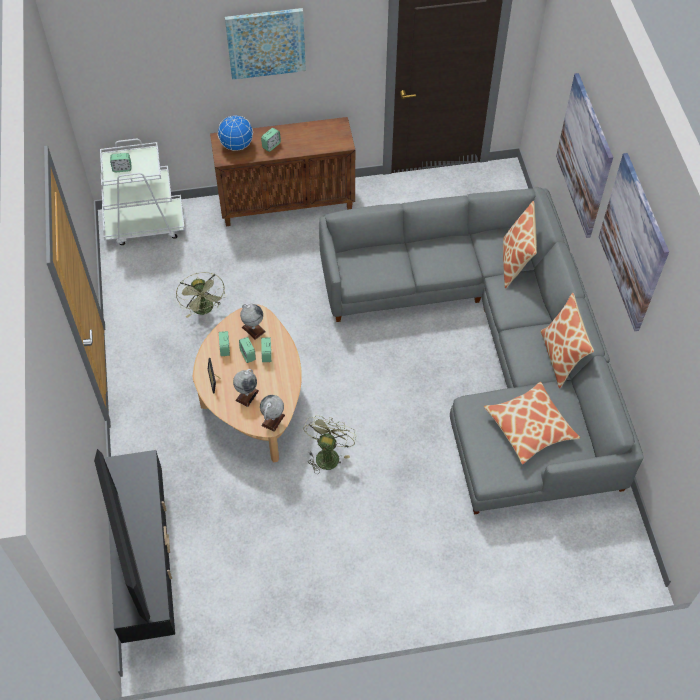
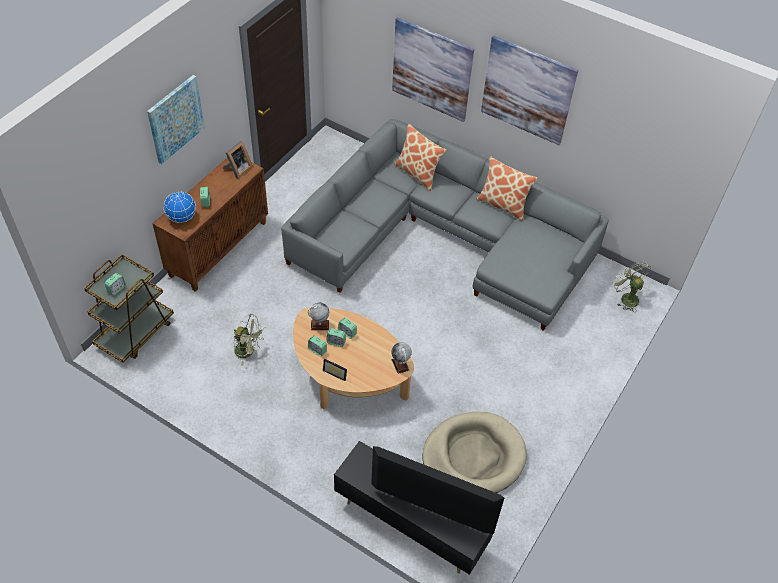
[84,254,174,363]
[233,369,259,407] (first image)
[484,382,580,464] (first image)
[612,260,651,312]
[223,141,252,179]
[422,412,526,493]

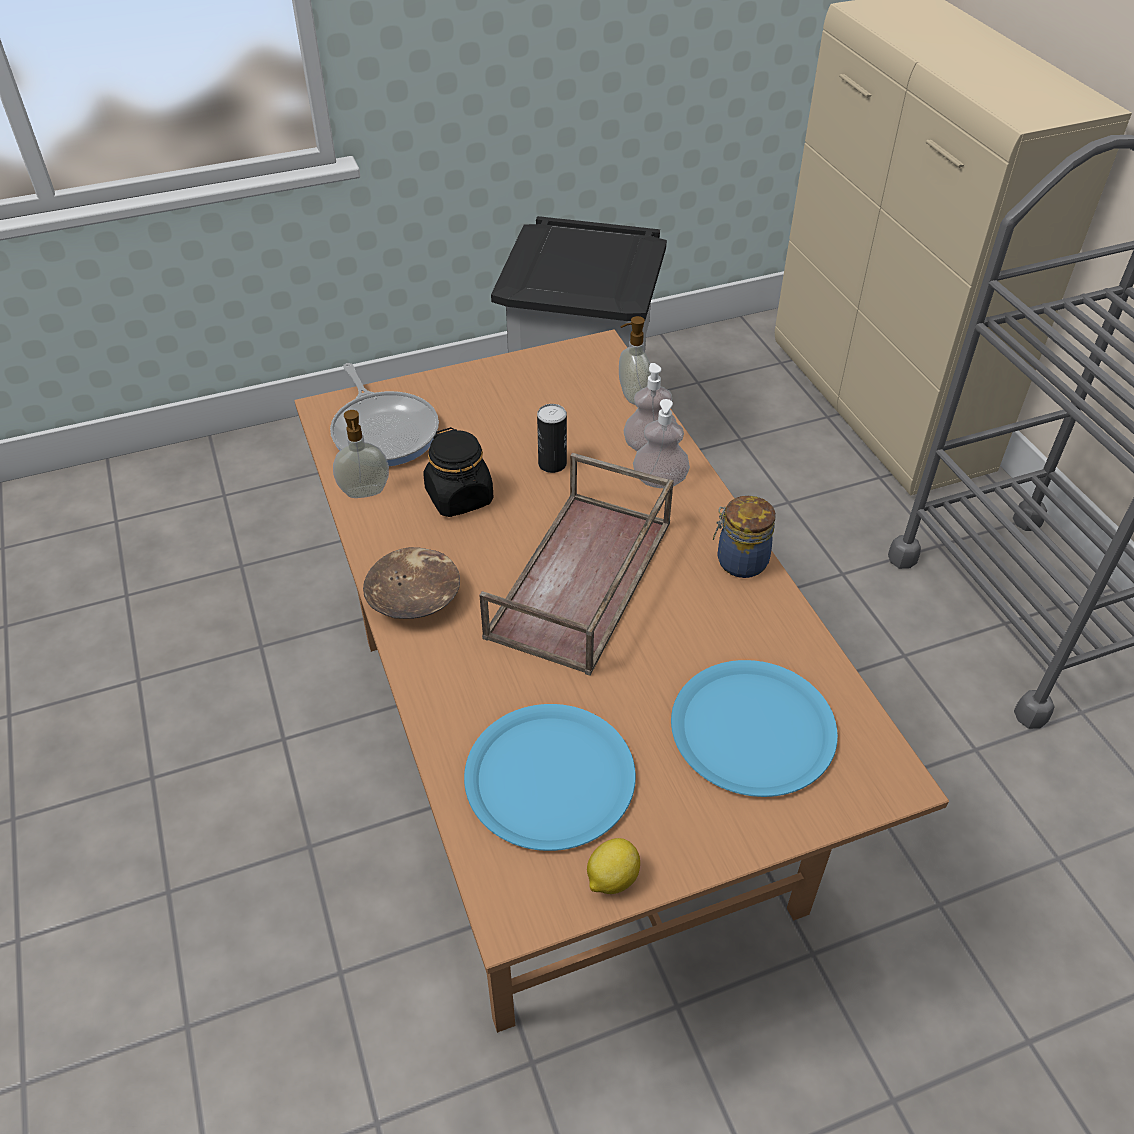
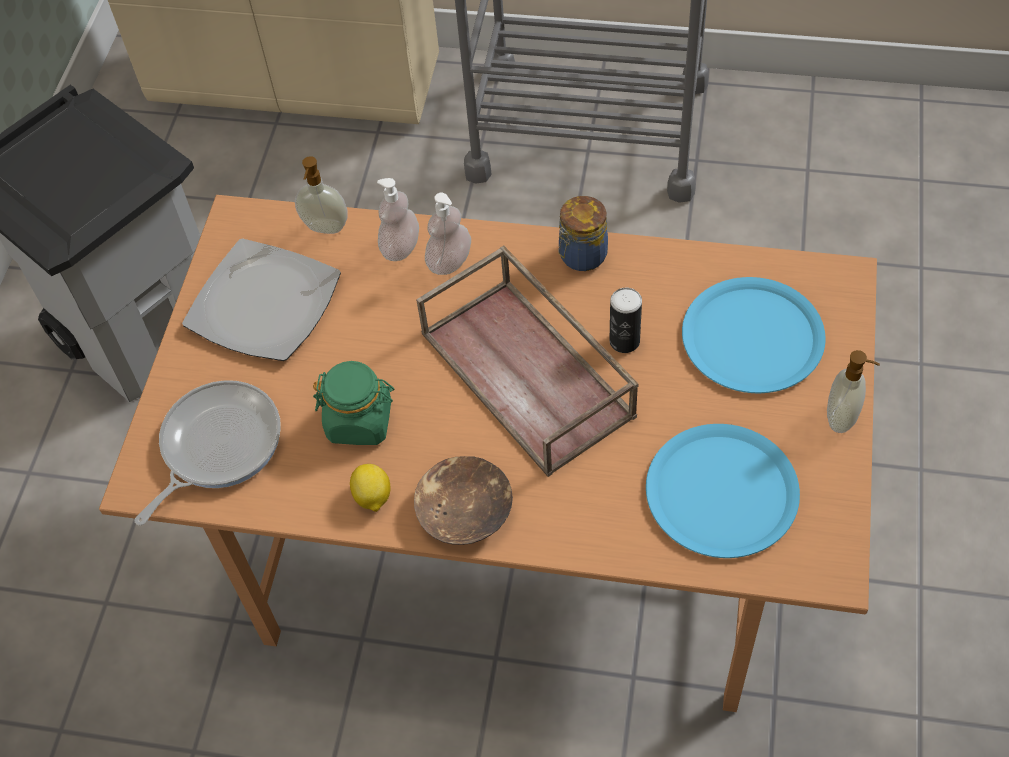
[134,380,281,526]
[609,287,642,353]
[827,350,880,433]
[313,361,394,445]
[350,464,390,512]
[182,238,341,361]

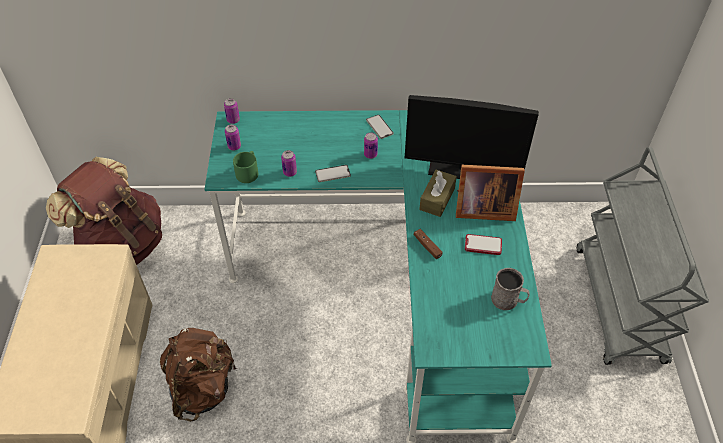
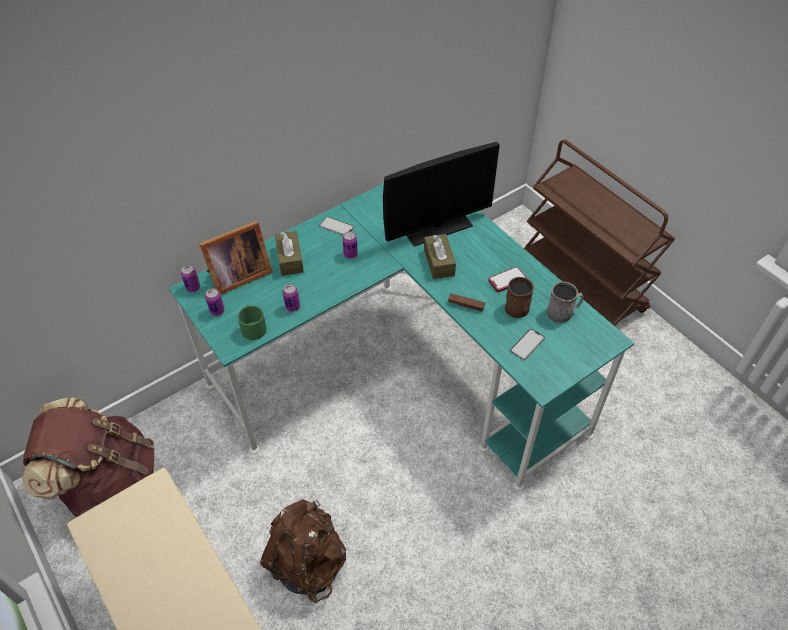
[524,139,675,326]
[510,329,545,360]
[199,221,273,294]
[274,231,304,276]
[505,277,534,318]

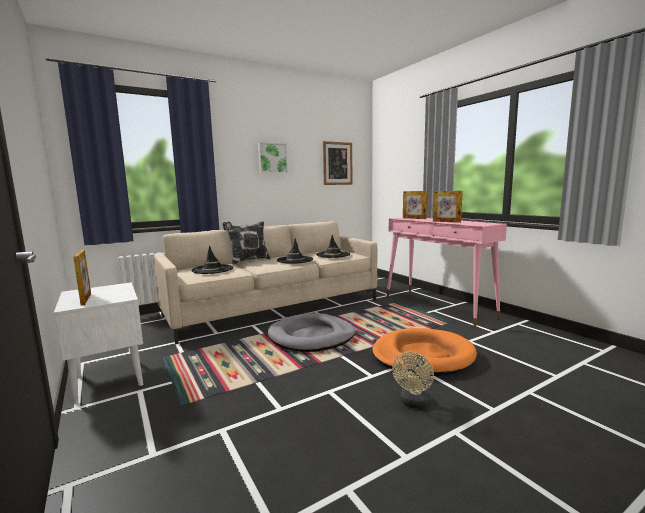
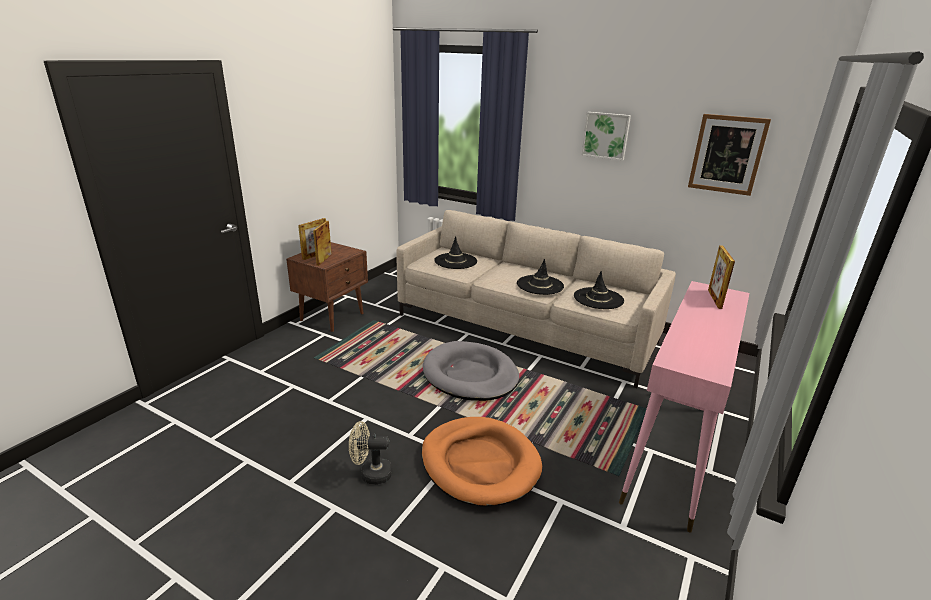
[313,221,332,266]
[223,221,271,265] (first image)
[286,242,368,332]

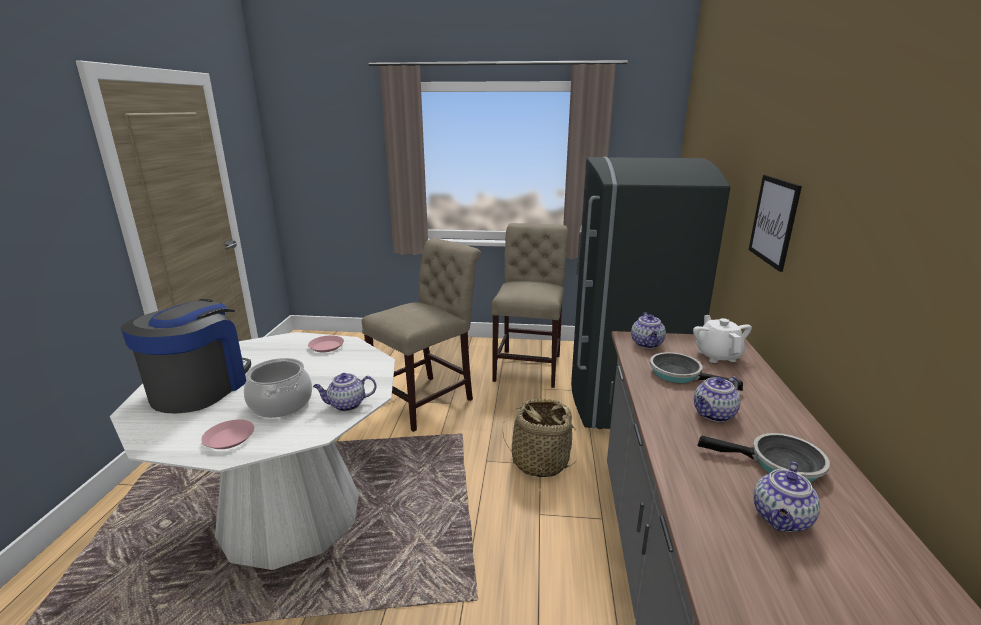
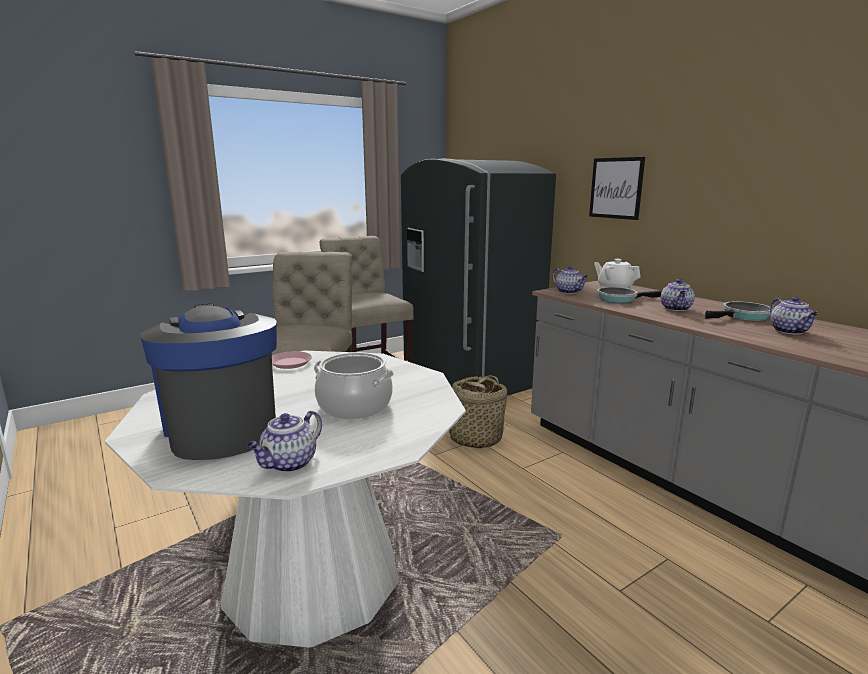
[247,411,322,472]
[201,420,254,449] (first image)

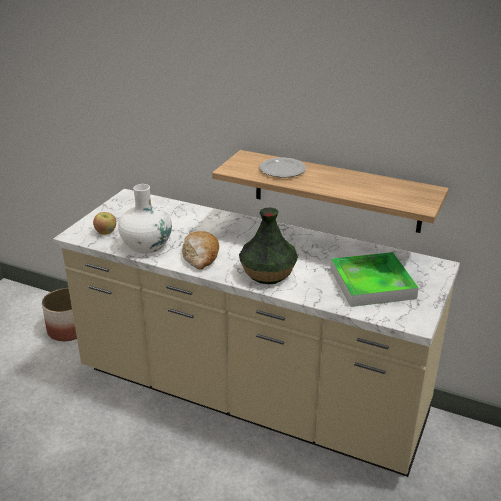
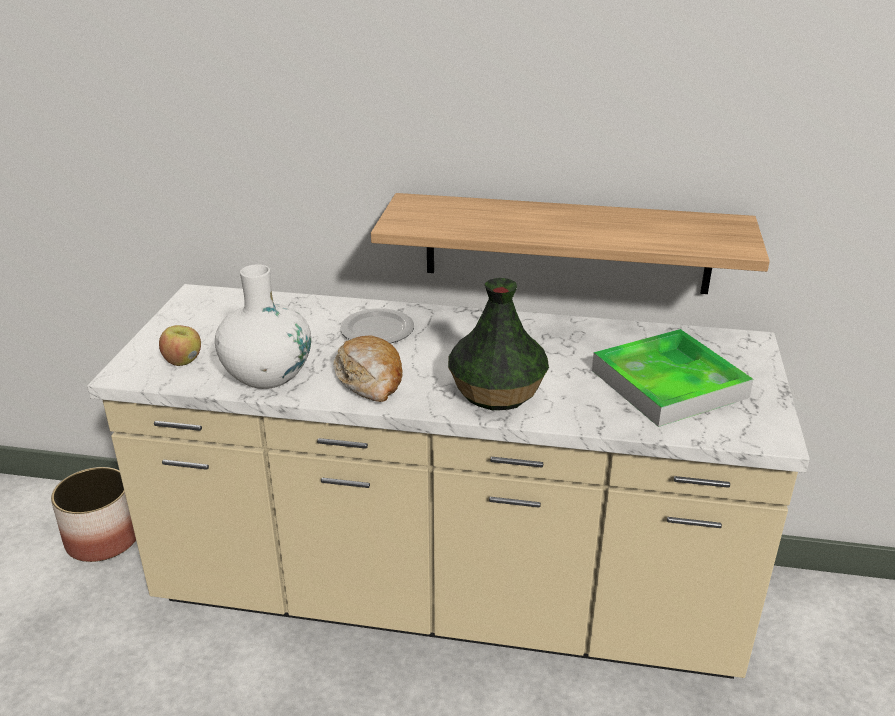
[340,308,414,344]

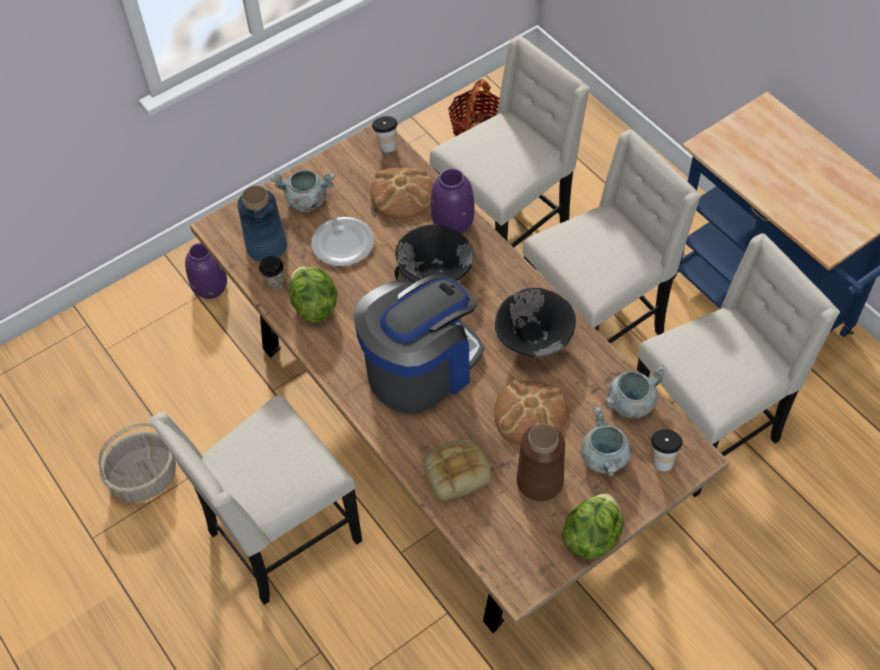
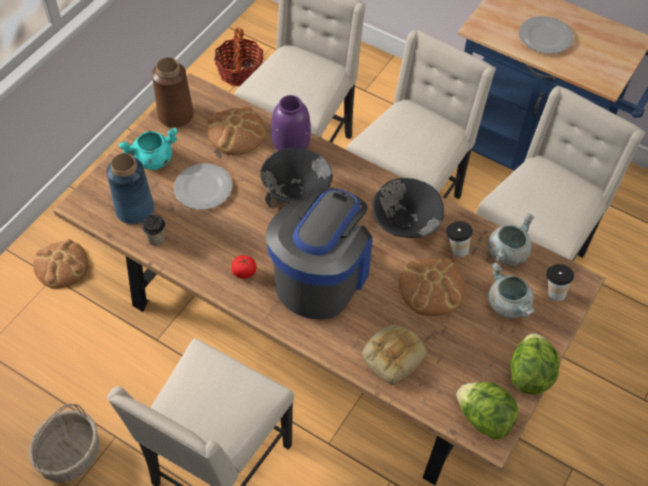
[446,221,473,257]
[119,127,178,170]
[33,239,88,289]
[456,382,518,440]
[152,57,194,128]
[519,16,573,54]
[231,255,257,279]

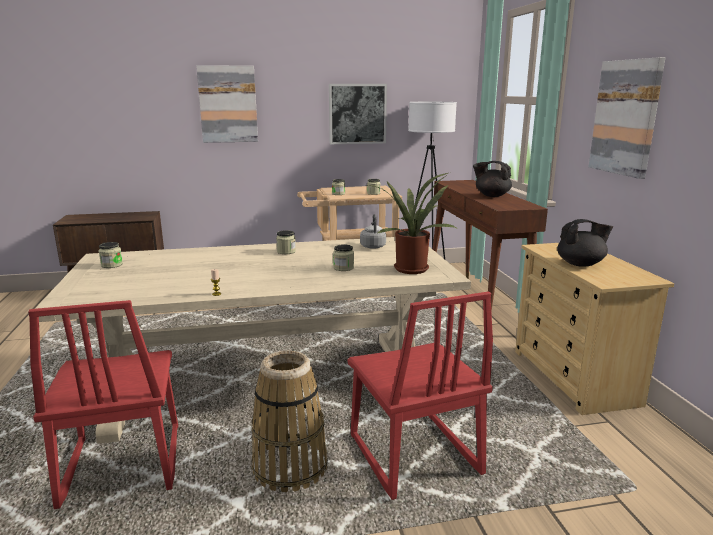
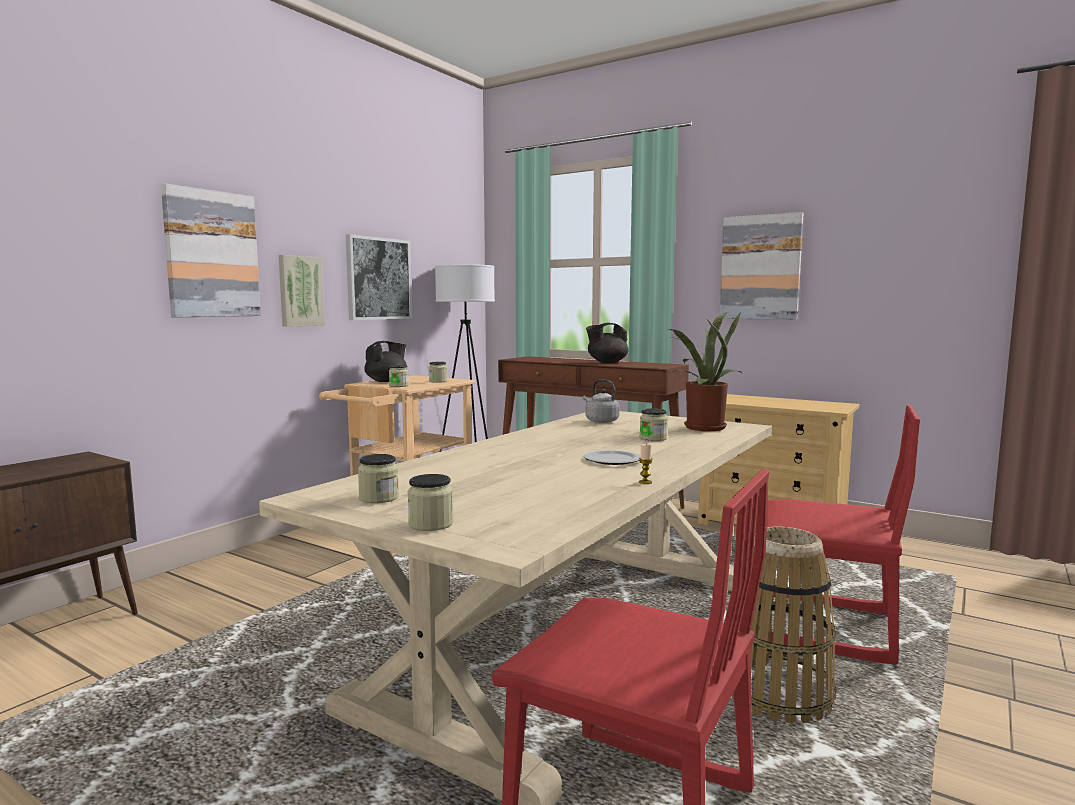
[364,341,407,382]
[407,474,453,531]
[279,255,325,327]
[584,450,641,465]

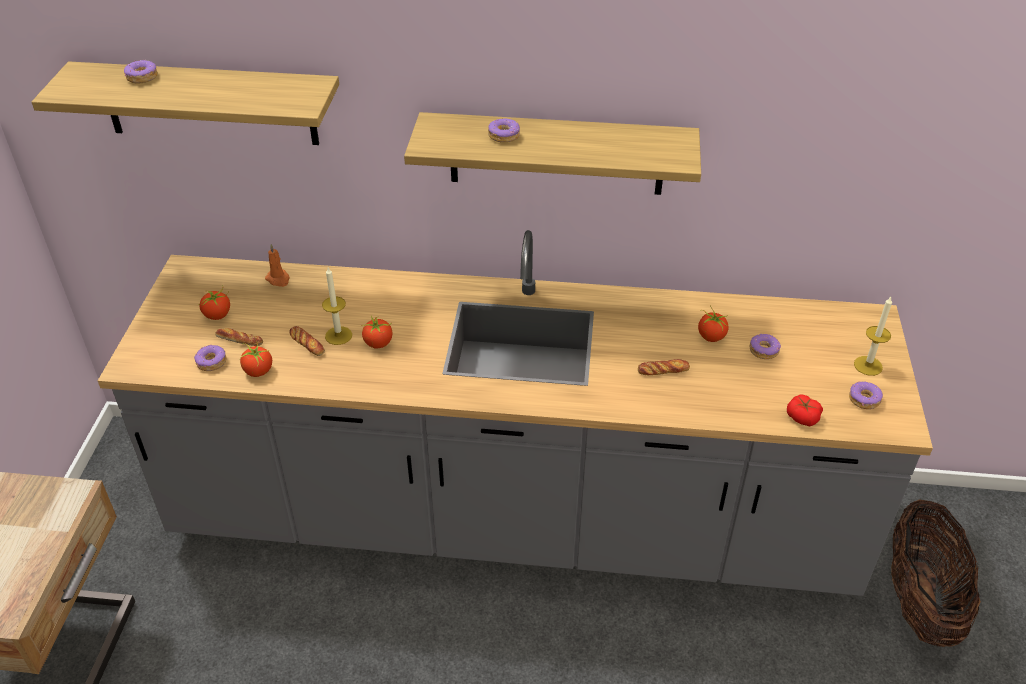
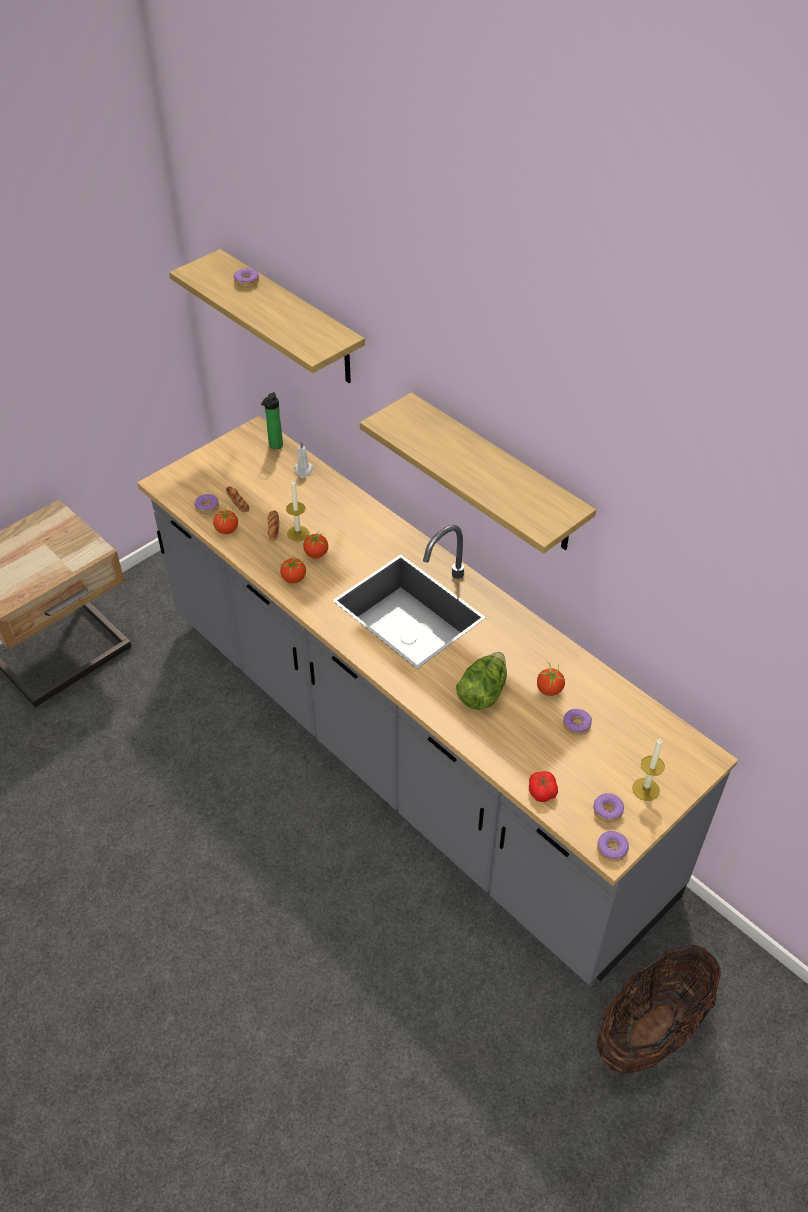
[597,831,629,862]
[295,442,313,478]
[279,555,306,584]
[456,652,507,710]
[261,392,283,449]

